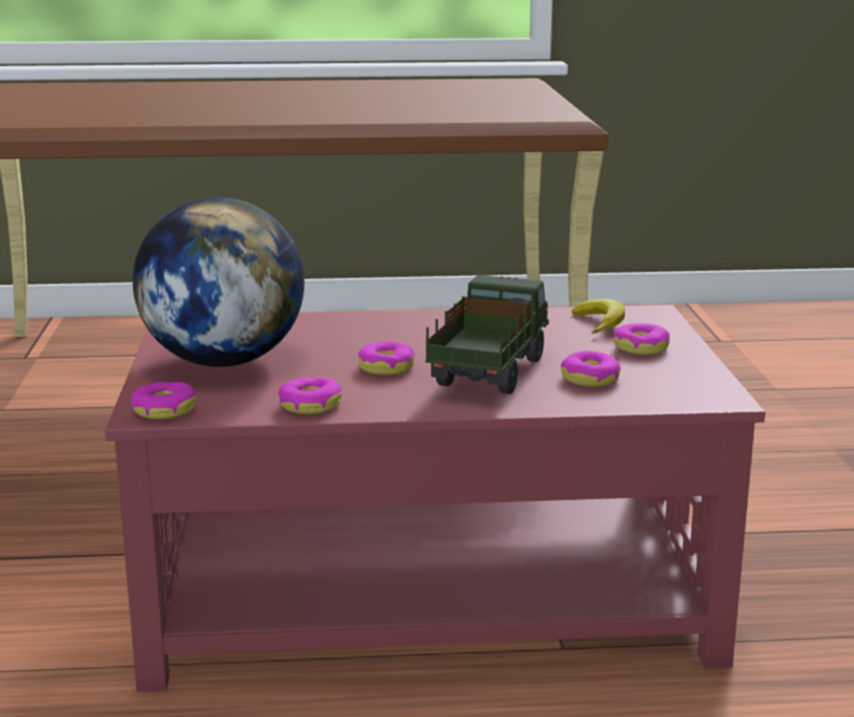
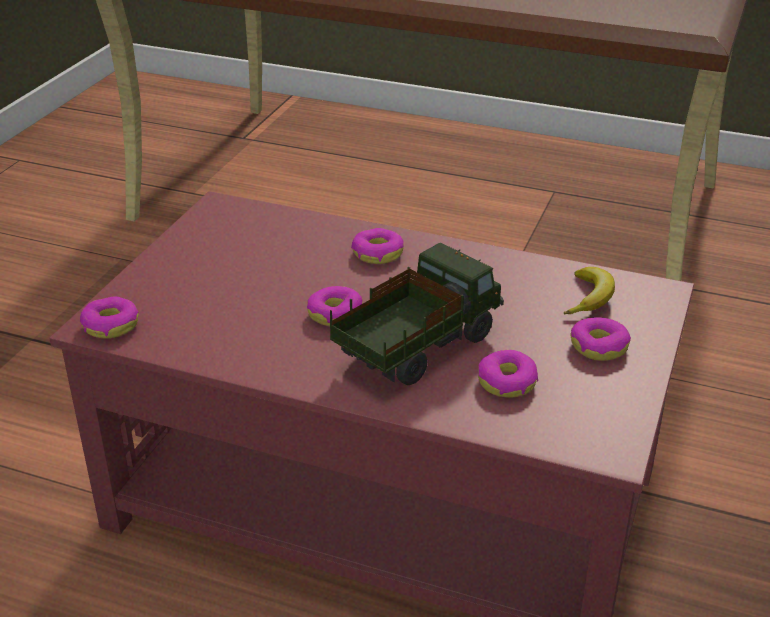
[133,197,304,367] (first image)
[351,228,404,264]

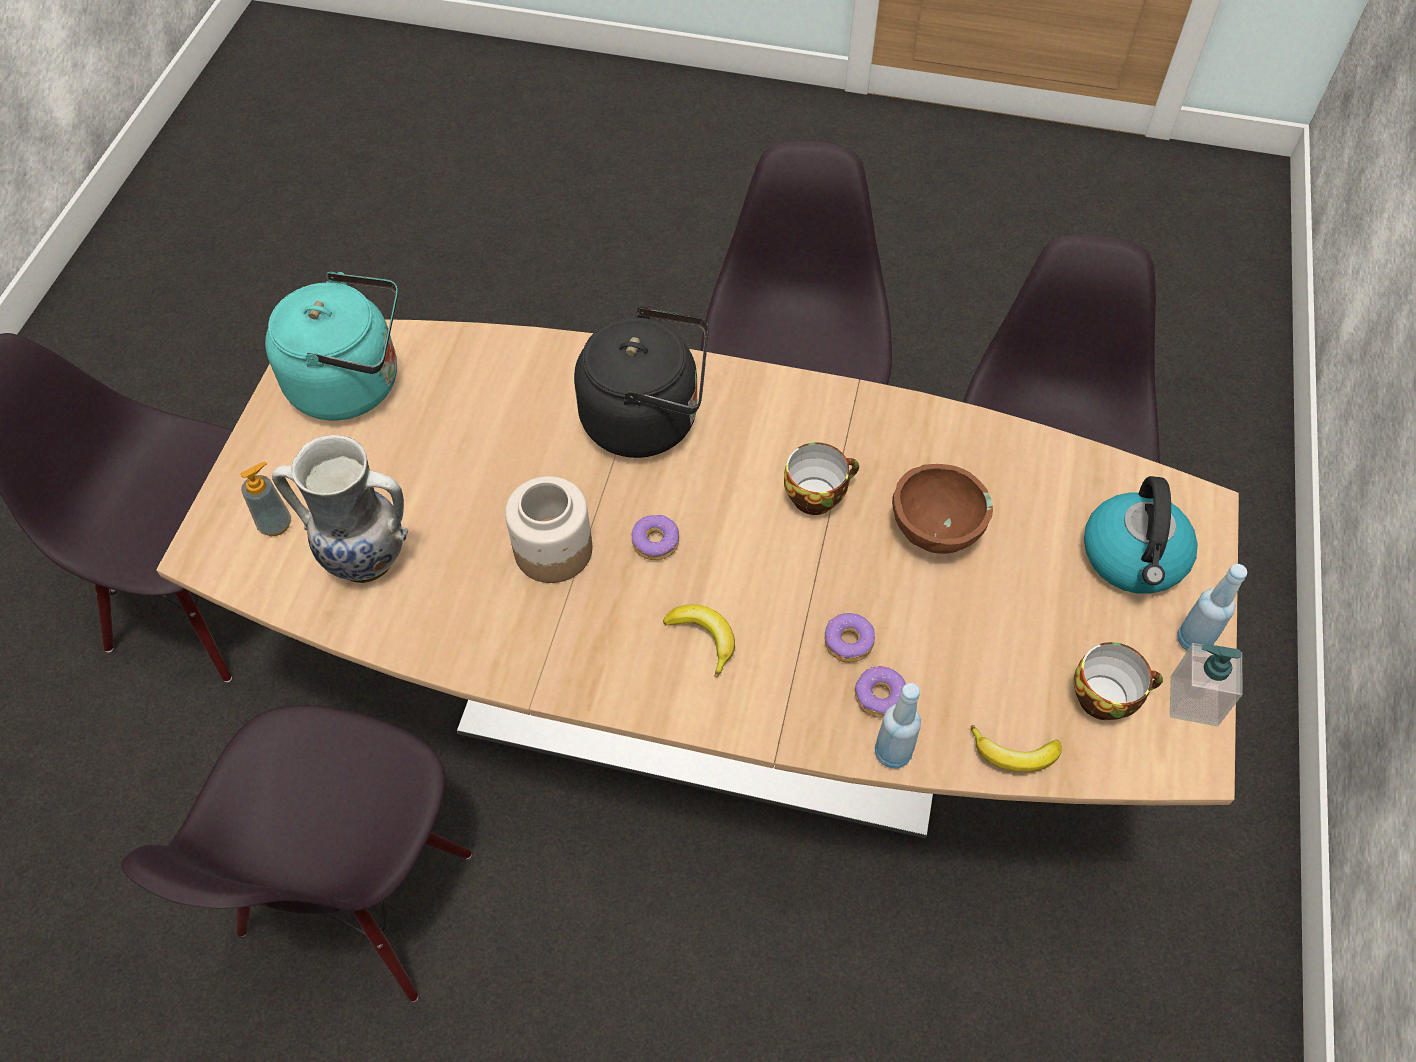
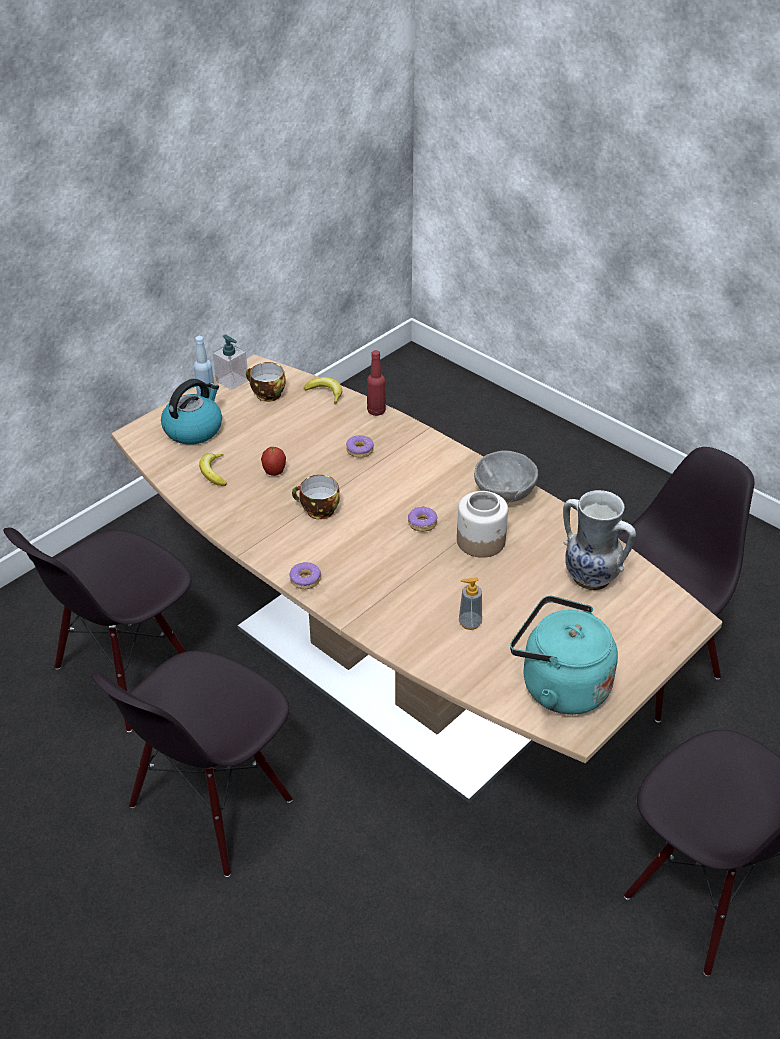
[574,306,709,458] (first image)
[459,577,482,630]
[261,447,286,476]
[199,453,227,486]
[290,562,321,589]
[367,350,386,416]
[474,450,538,502]

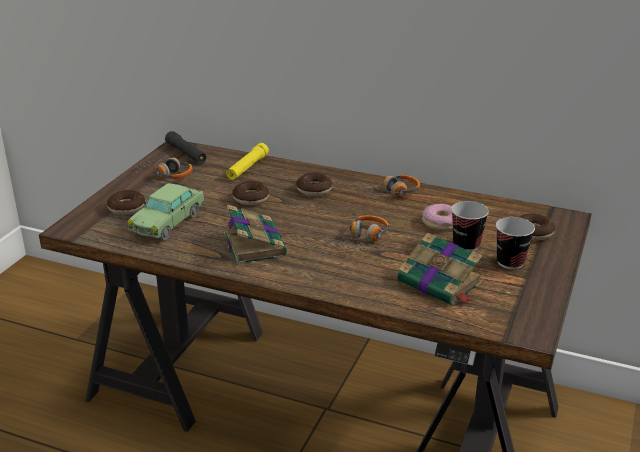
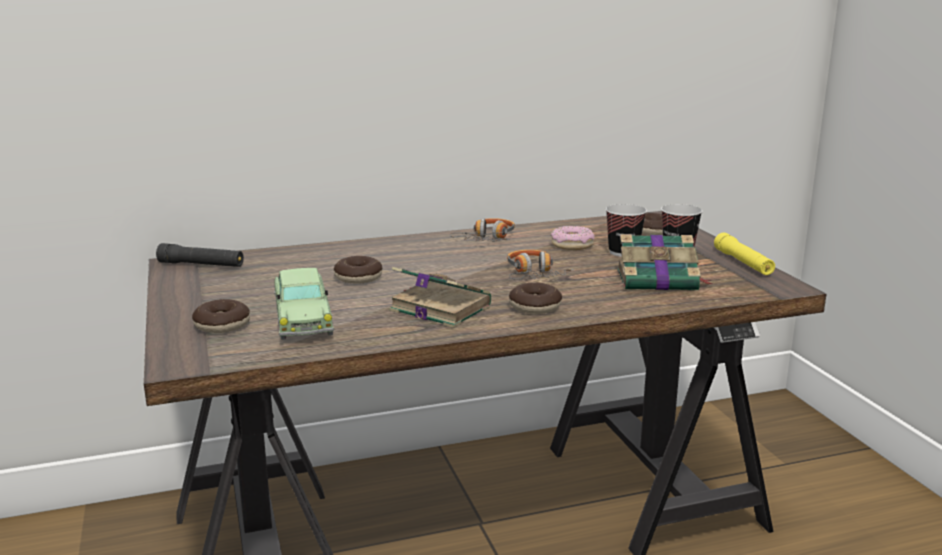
[714,233,775,275]
[136,152,193,179] (first image)
[509,282,562,314]

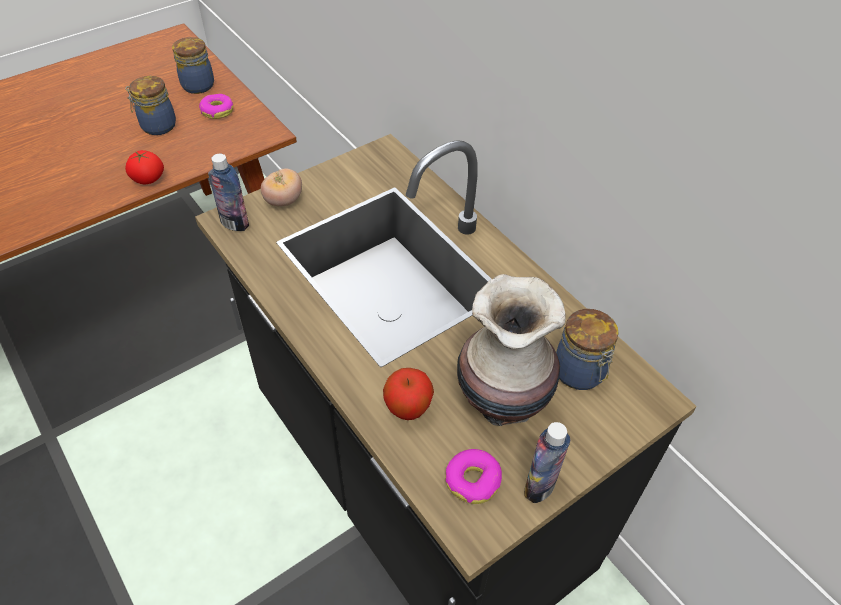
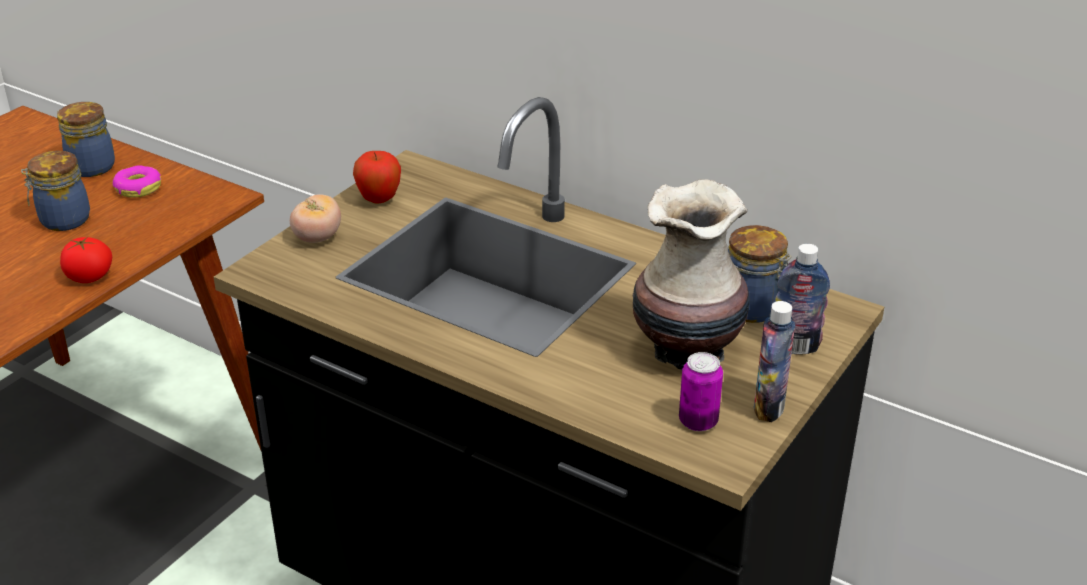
[775,244,830,354]
[353,151,401,203]
[679,352,723,431]

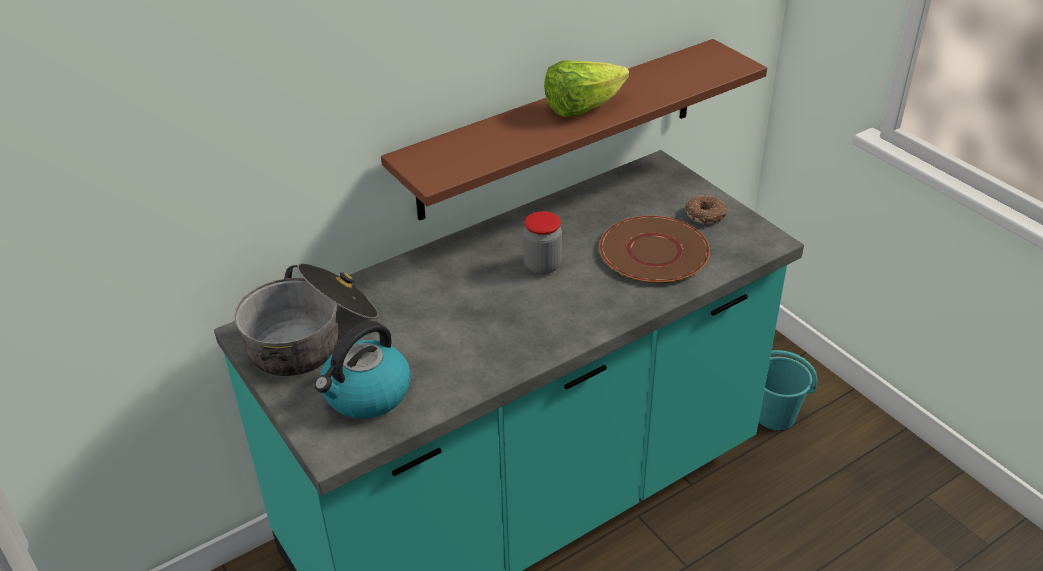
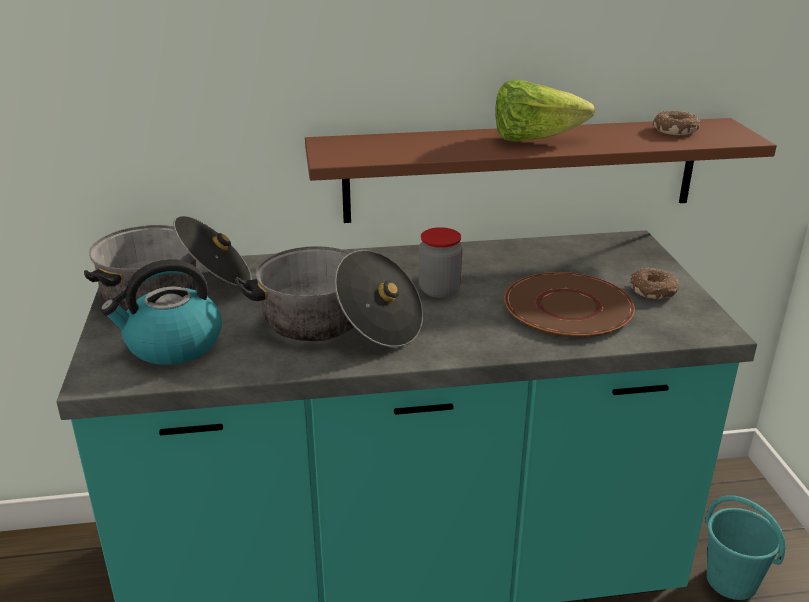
[653,110,701,135]
[235,246,423,347]

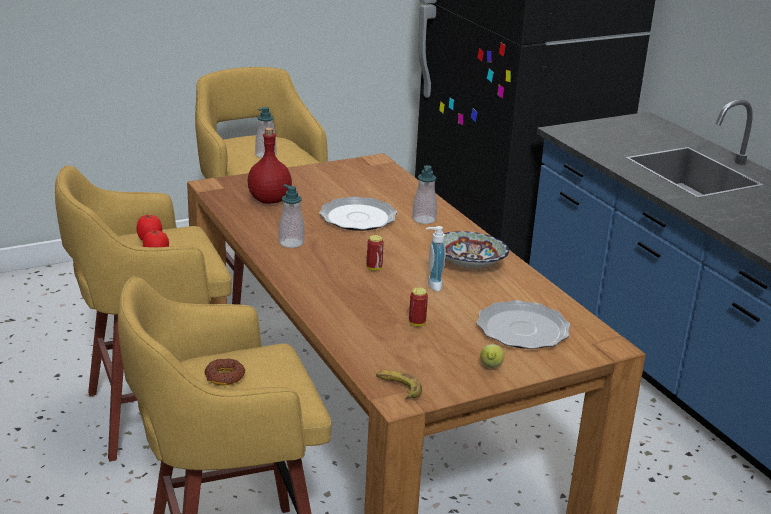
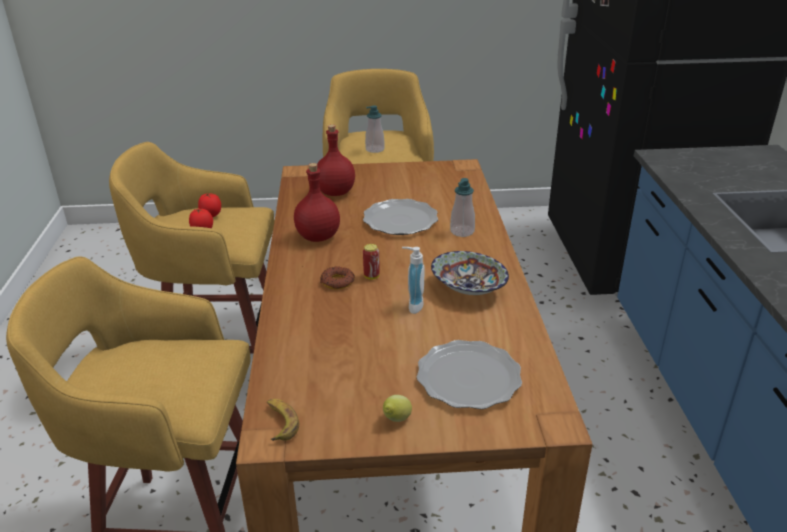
[294,163,340,242]
[409,287,428,326] (first image)
[320,266,355,289]

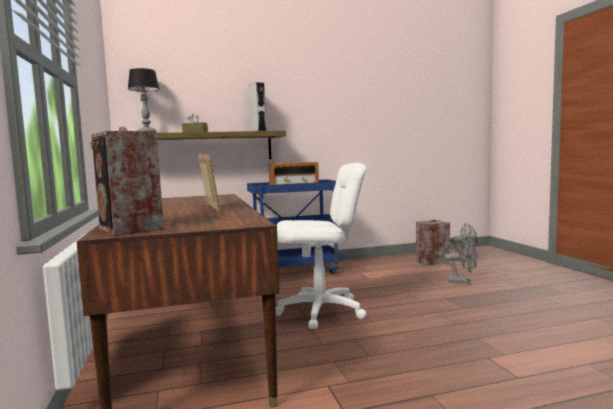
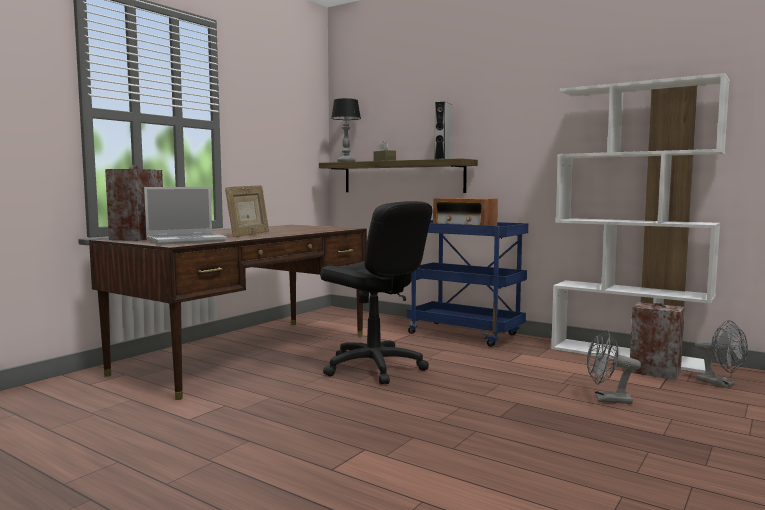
[320,201,433,384]
[587,330,641,404]
[551,73,730,373]
[144,187,227,245]

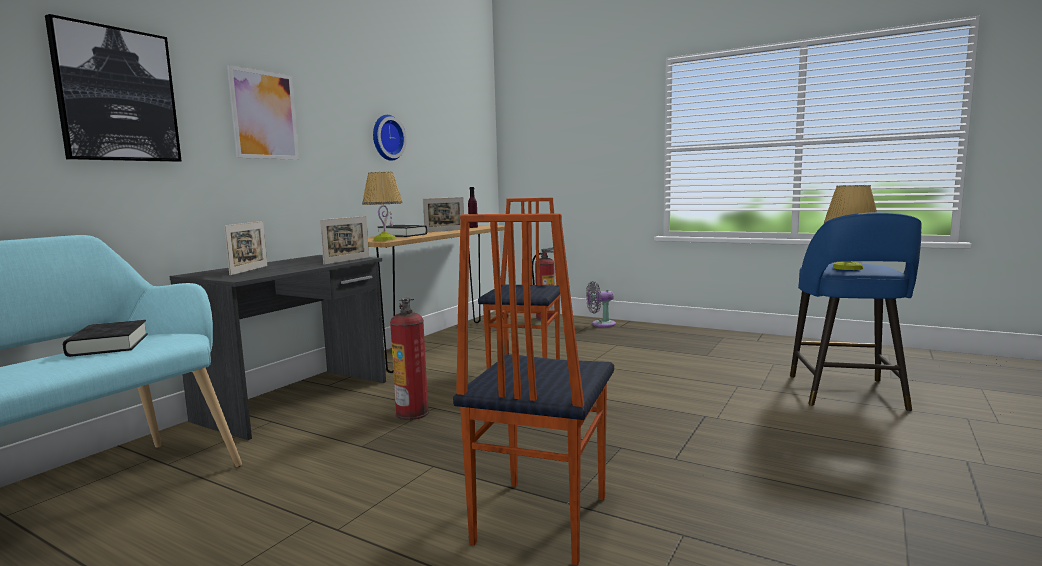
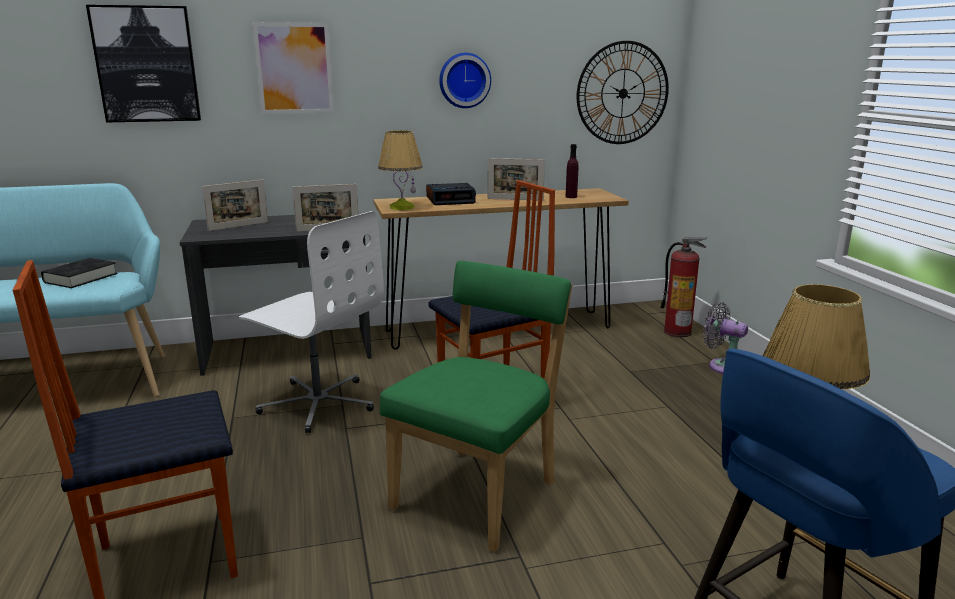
[426,183,476,205]
[239,211,384,433]
[577,41,669,144]
[380,261,572,552]

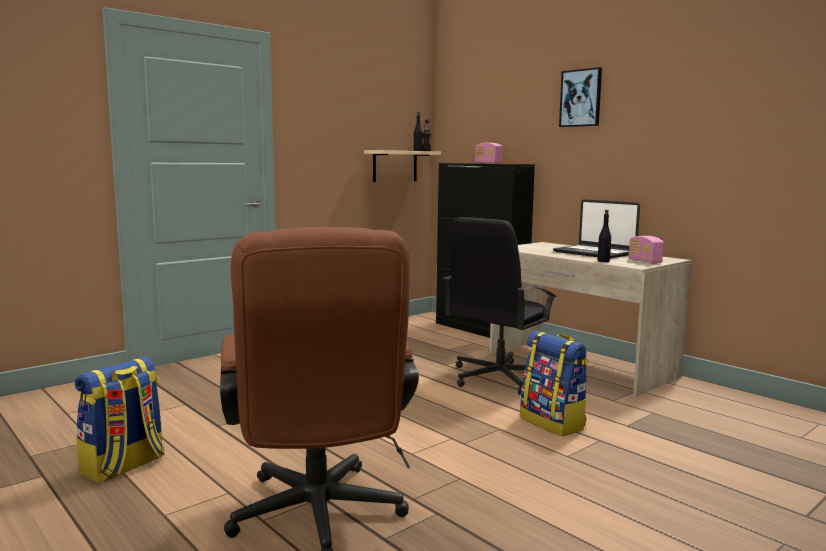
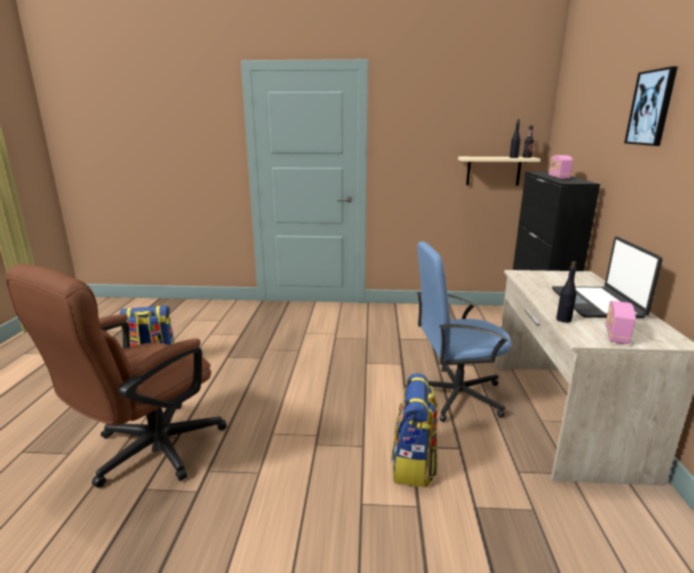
[417,242,512,422]

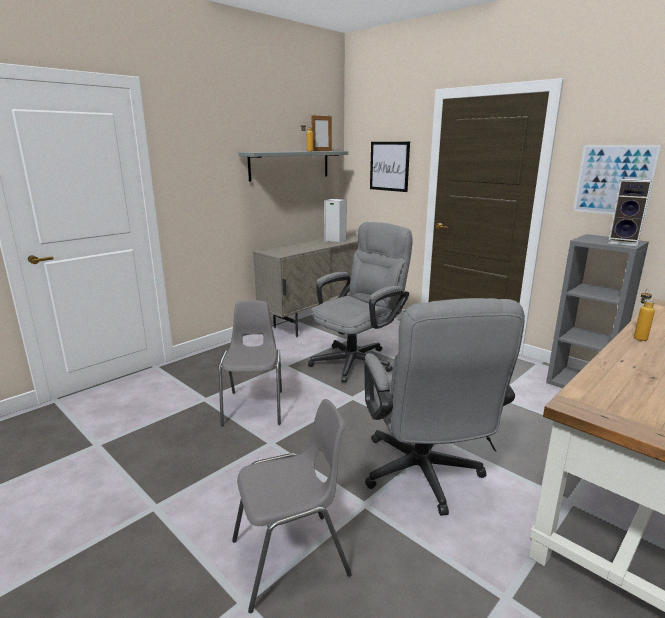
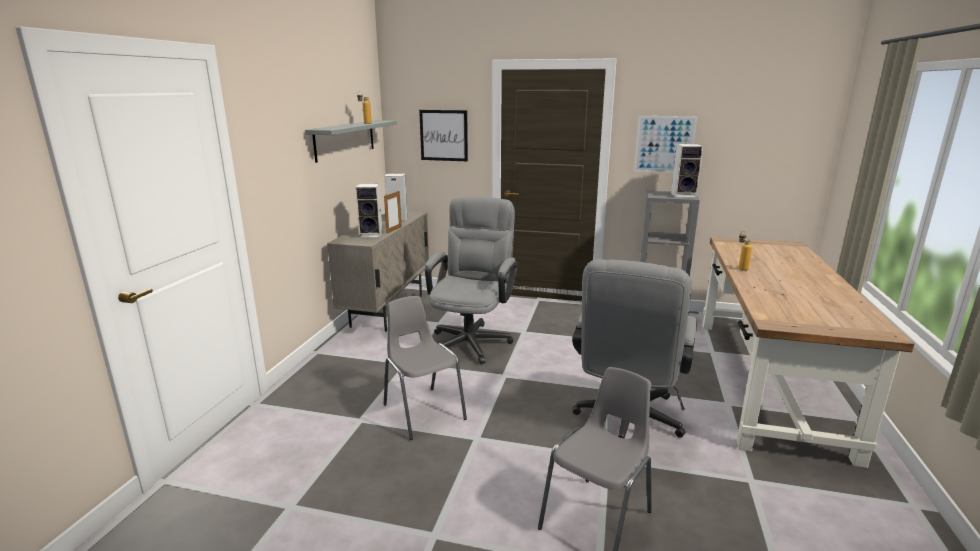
[384,191,402,234]
[572,259,697,438]
[355,184,383,238]

